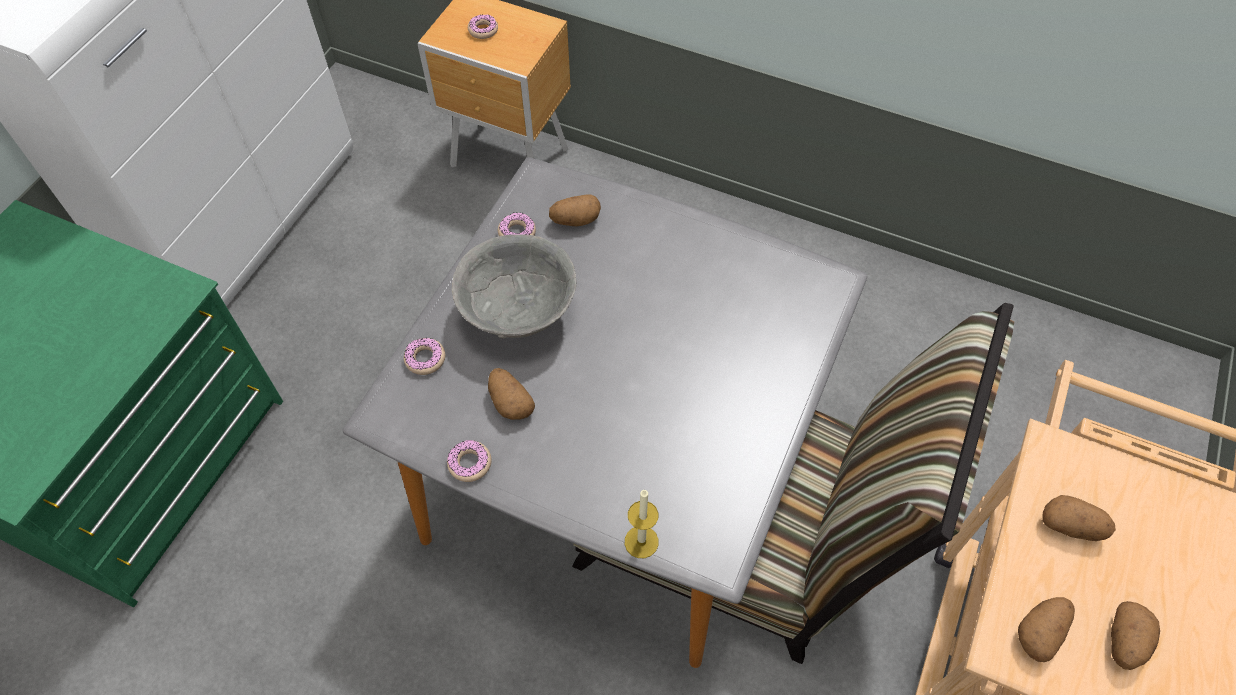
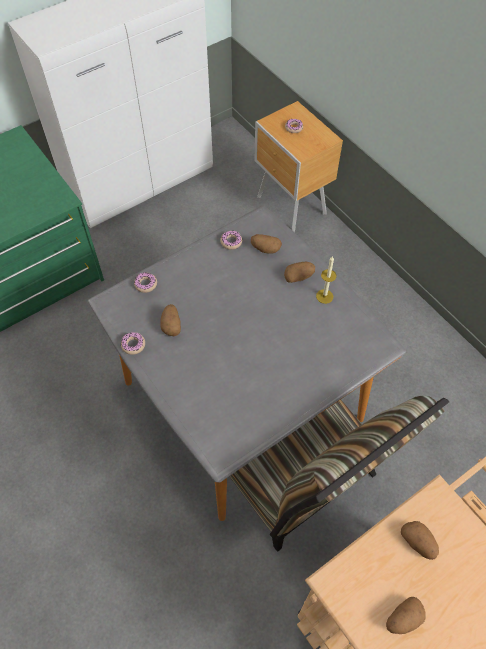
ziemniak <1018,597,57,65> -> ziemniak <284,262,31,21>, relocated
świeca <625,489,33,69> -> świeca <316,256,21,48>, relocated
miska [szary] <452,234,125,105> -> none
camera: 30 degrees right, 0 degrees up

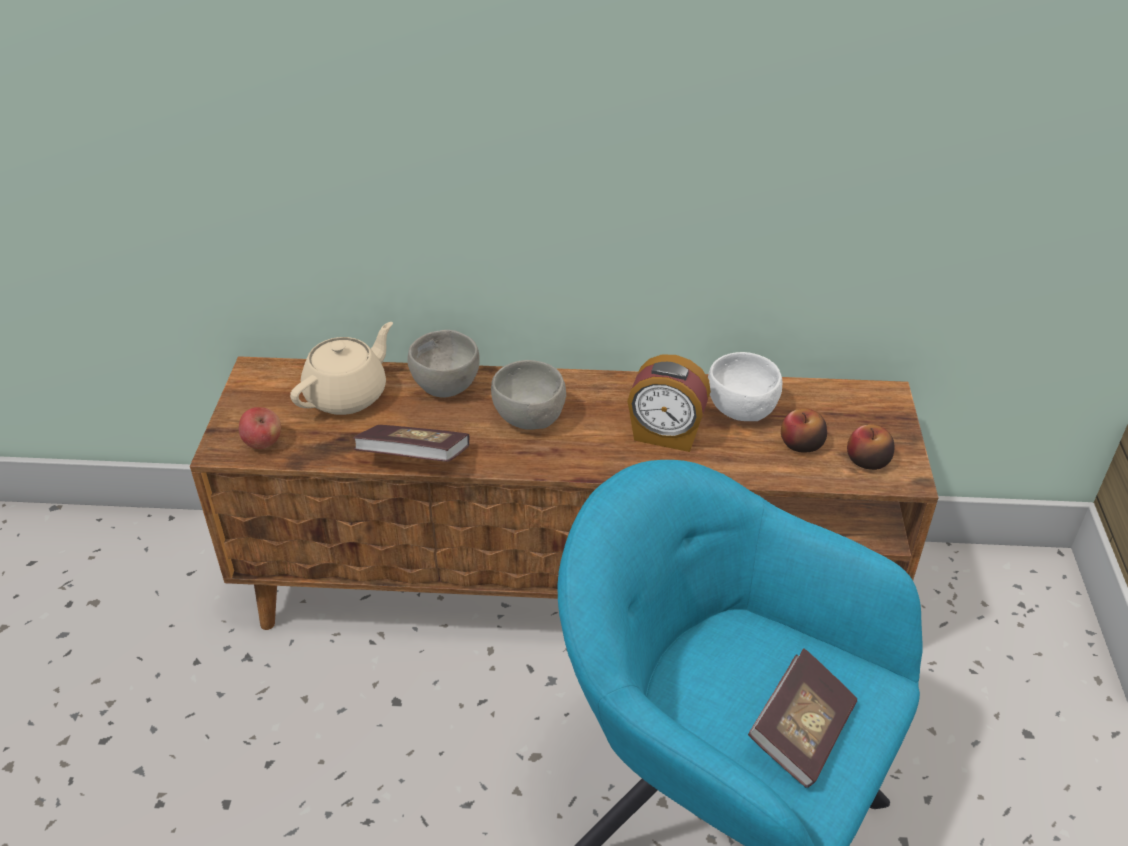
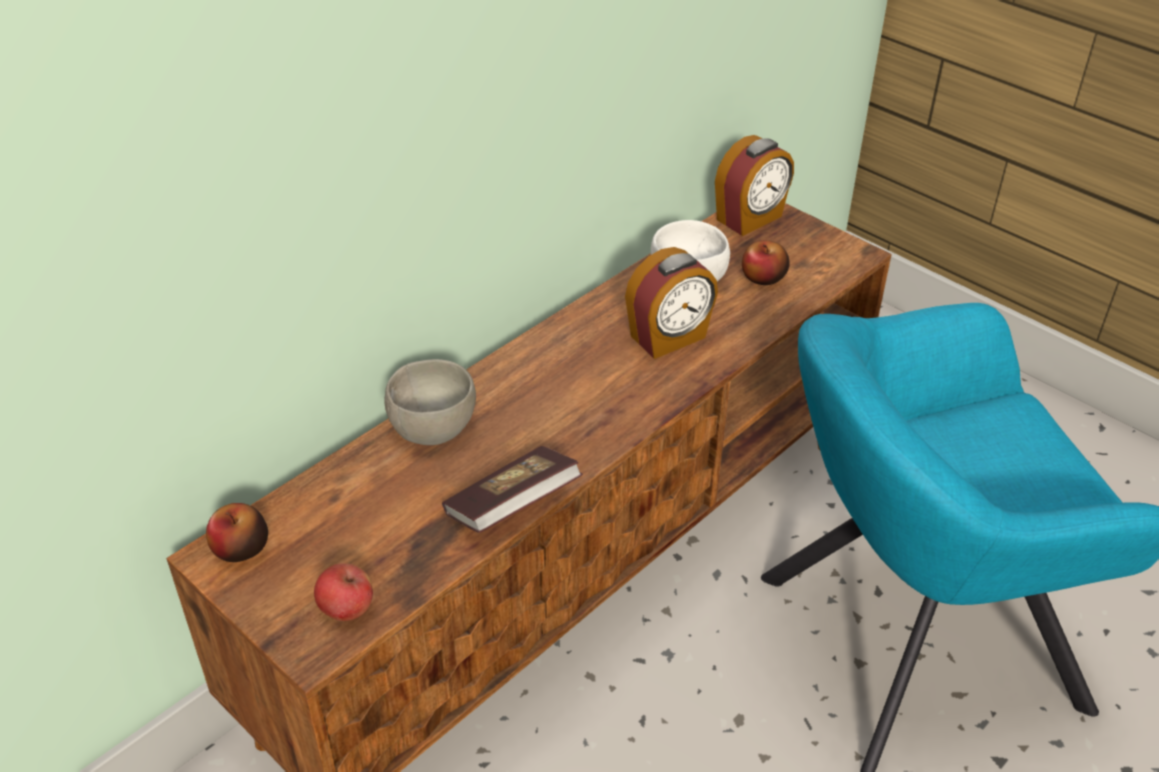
jabłko <847,424,48,46> -> jabłko <206,503,62,59>, relocated
none -> budzik <715,135,79,101>
imbryk [beżowy] <290,322,103,93> -> none
miska [szary] <491,360,75,70> -> none
książka <748,648,109,140> -> none
camera: 50 degrees left, 0 degrees up

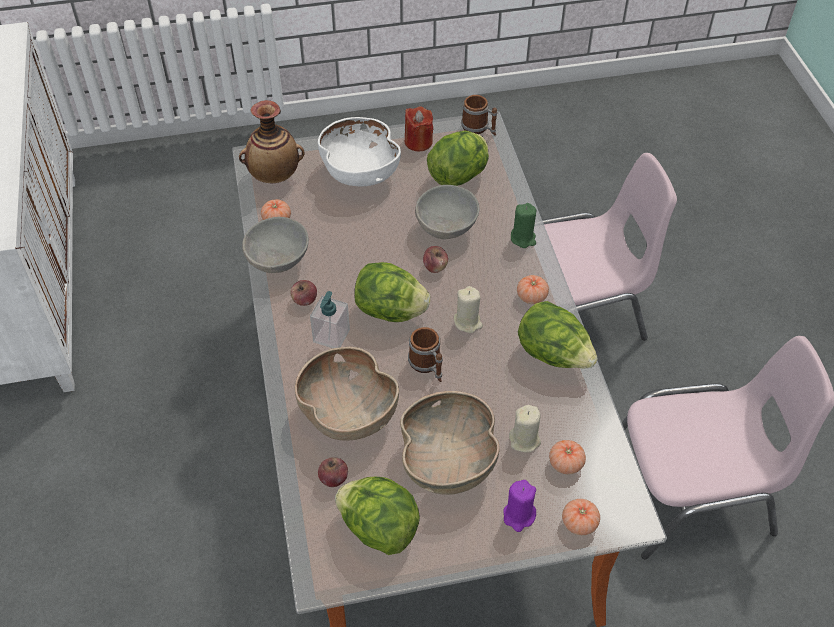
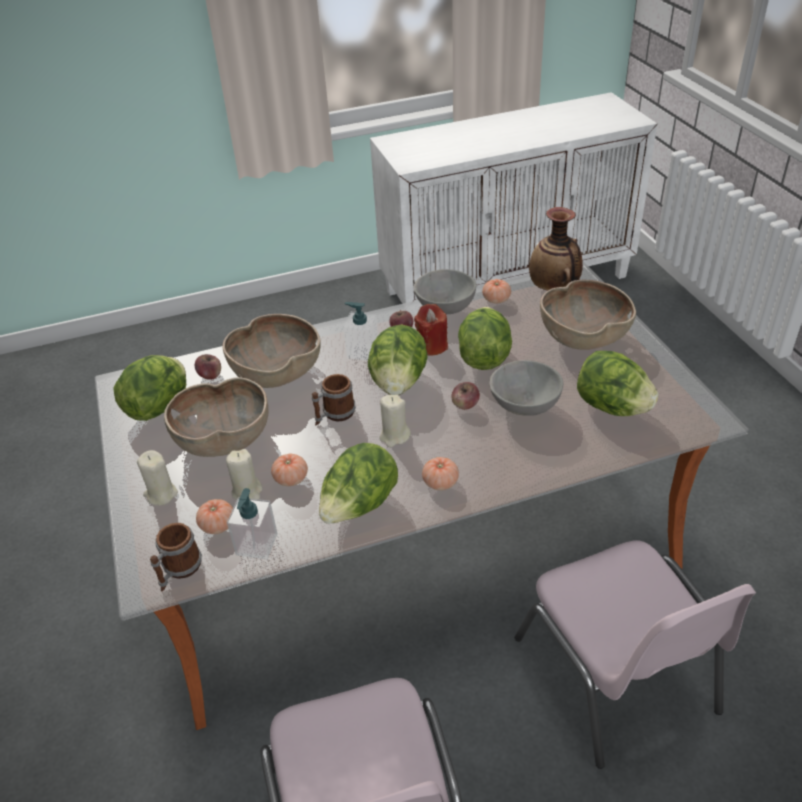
świeca [fioletowy] <503,480,33,52> -> świeca [beżowy] <137,450,41,56>
kubek <461,95,36,41> -> kubek <150,523,52,69>, relocated
none -> dozownik mydła <227,488,50,71>
pomidor <562,499,38,36> -> pomidor <271,454,37,32>, relocated
świeca [czerwony] <404,106,29,45> -> świeca [czerwony] <414,304,34,52>, relocated
none -> sałata <458,307,54,63>
miska [biały] <318,117,83,69> -> miska [brązowy] <540,280,96,70>
świeca [zielony] <511,203,25,45> -> none
camera: 85 degrees right, 10 degrees down

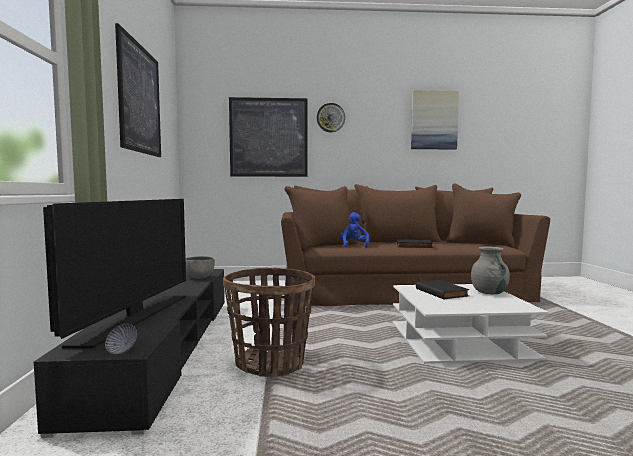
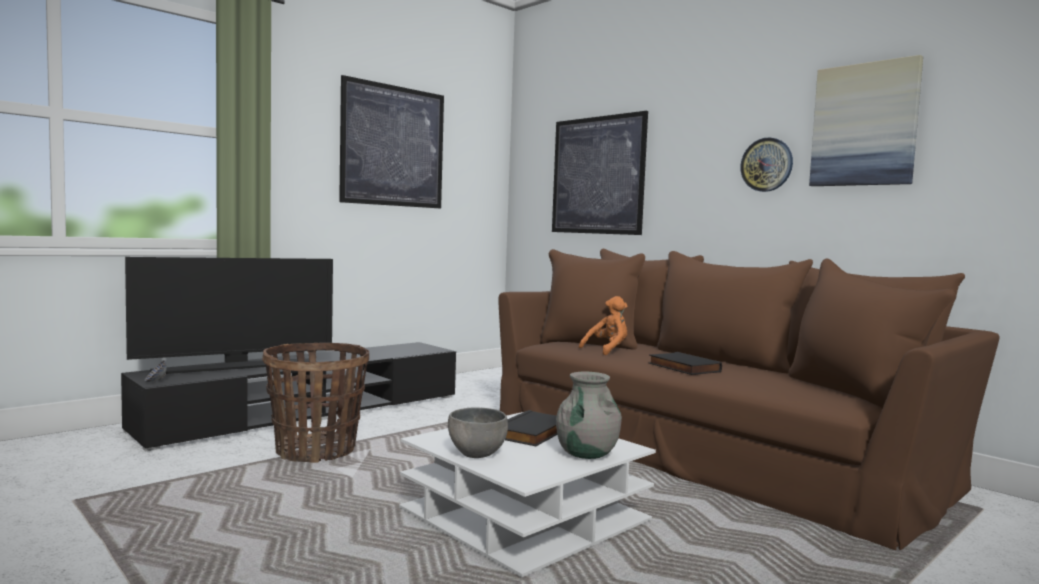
miska [szary] <186,256,29,23> -> miska [szary] <448,407,60,51>, relocated
pluszak [niebieski] <339,212,31,36> -> pluszak [pomarańczowy] <579,296,48,59>
zegar ścienny <317,103,28,29> -> zegar ścienny <740,137,53,55>, relocated
camera: 50 degrees right, 0 degrees up

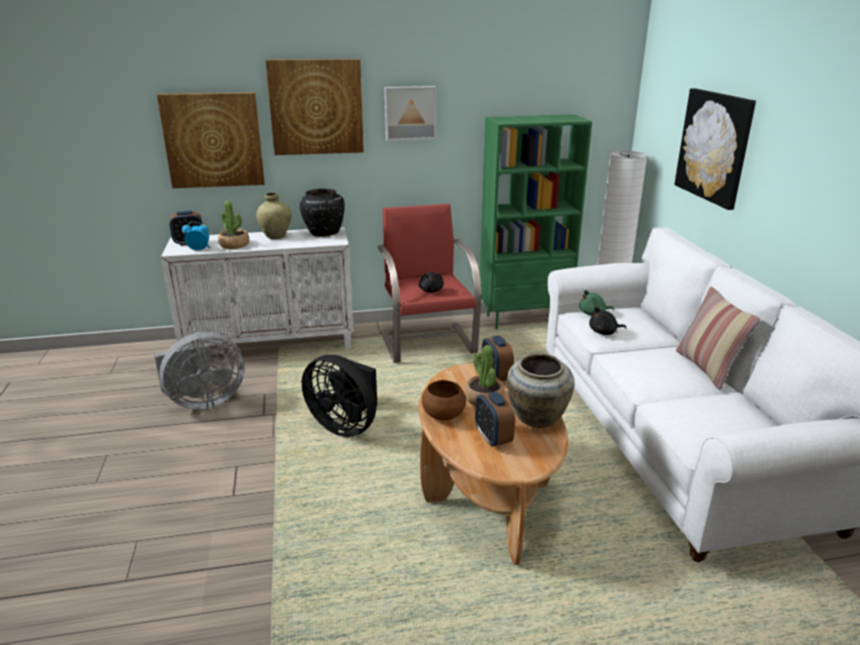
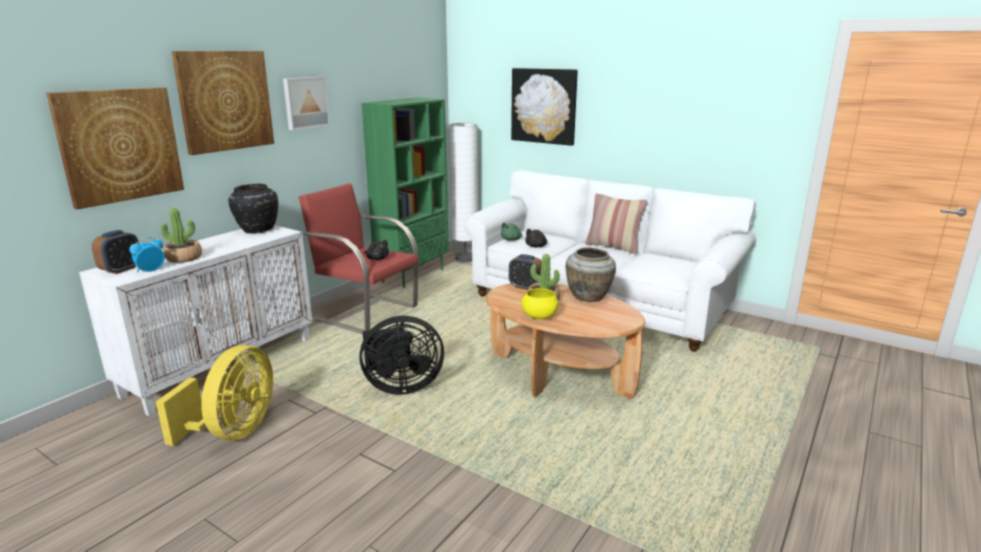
wentylator [szary] <154,332,91,78> -> wentylator [żółty] <156,345,117,101>
miska [brązowy] <422,380,44,40> -> miska [żółty] <521,288,37,31>
wazon [beżowy] <256,193,36,46> -> none
budzik <475,391,40,56> -> none
camera: 45 degrees left, 5 degrees down

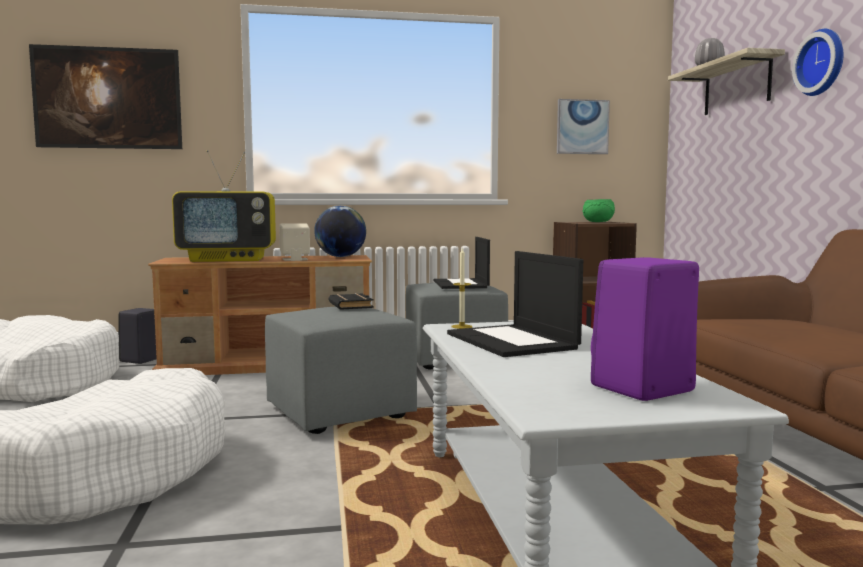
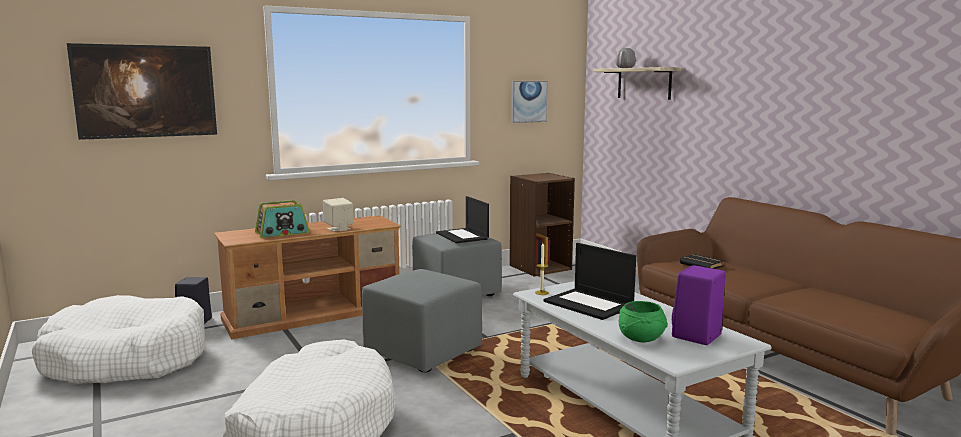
telewizor <172,150,104,112> -> radio <255,200,55,38>
miska [zielony] <583,199,32,23> -> miska [zielony] <619,301,49,41>, relocated
książka [czarny] <329,293,45,17> -> książka [czarny] <680,254,44,15>, relocated
globus <314,206,52,51> -> none
zegar ścienny <792,29,52,67> -> none
camera: 20 degrees left, 5 degrees up

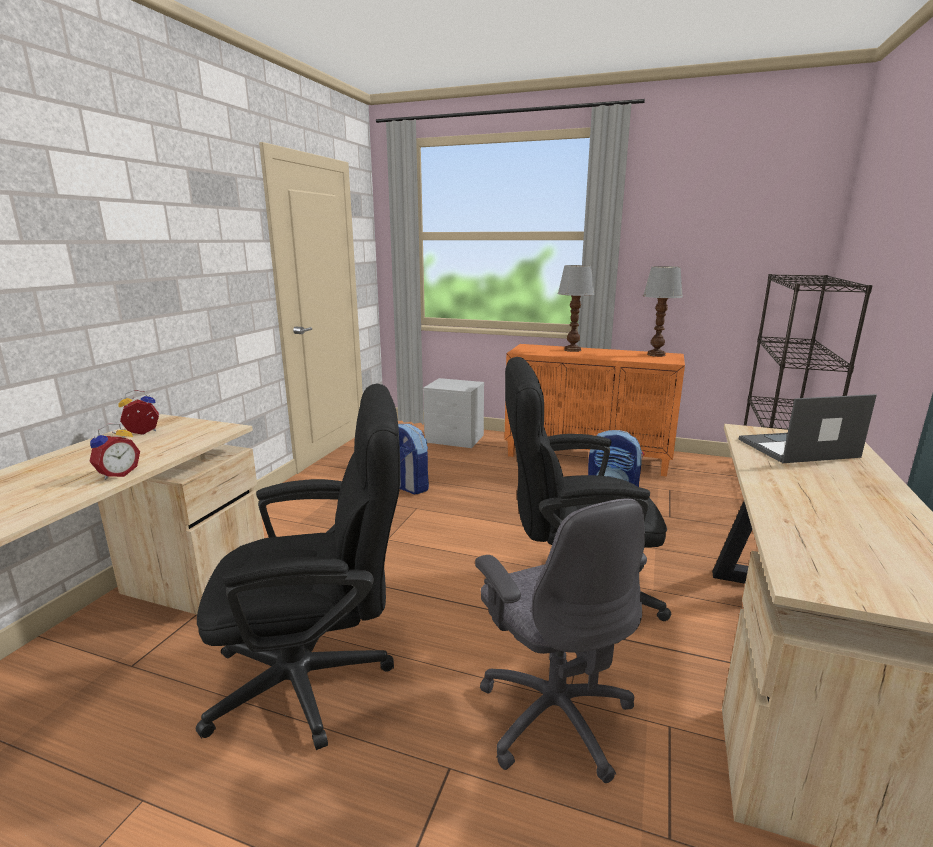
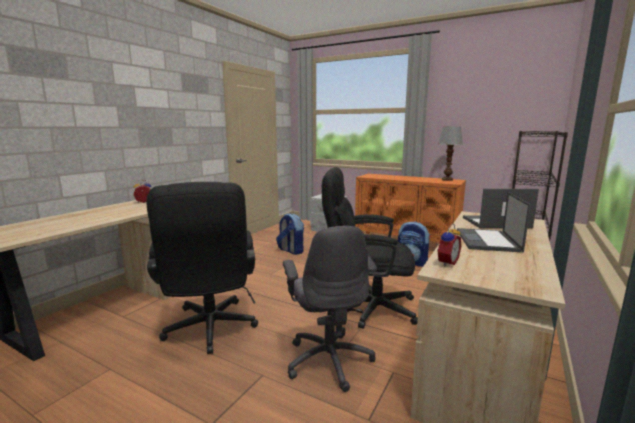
krzesło biurowe [czarny] <196,384,204,366> -> krzesło biurowe [czarny] <146,182,112,172>, 75 degrees clockwise
budzik <89,424,51,56> -> budzik <437,224,24,43>, relocated
none -> laptop <457,192,74,60>
lampa stołowa <558,265,37,87> -> none
camera: 10 degrees right, 5 degrees down

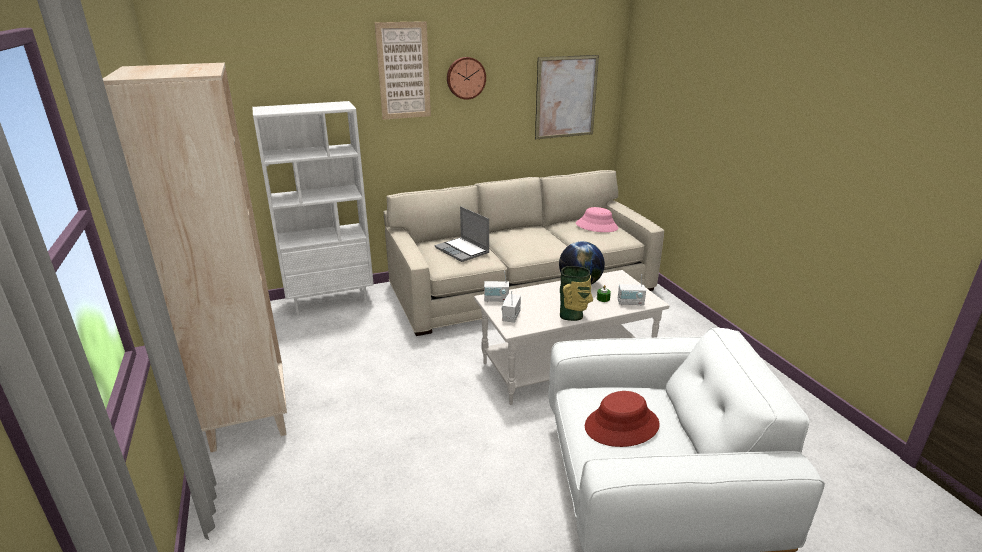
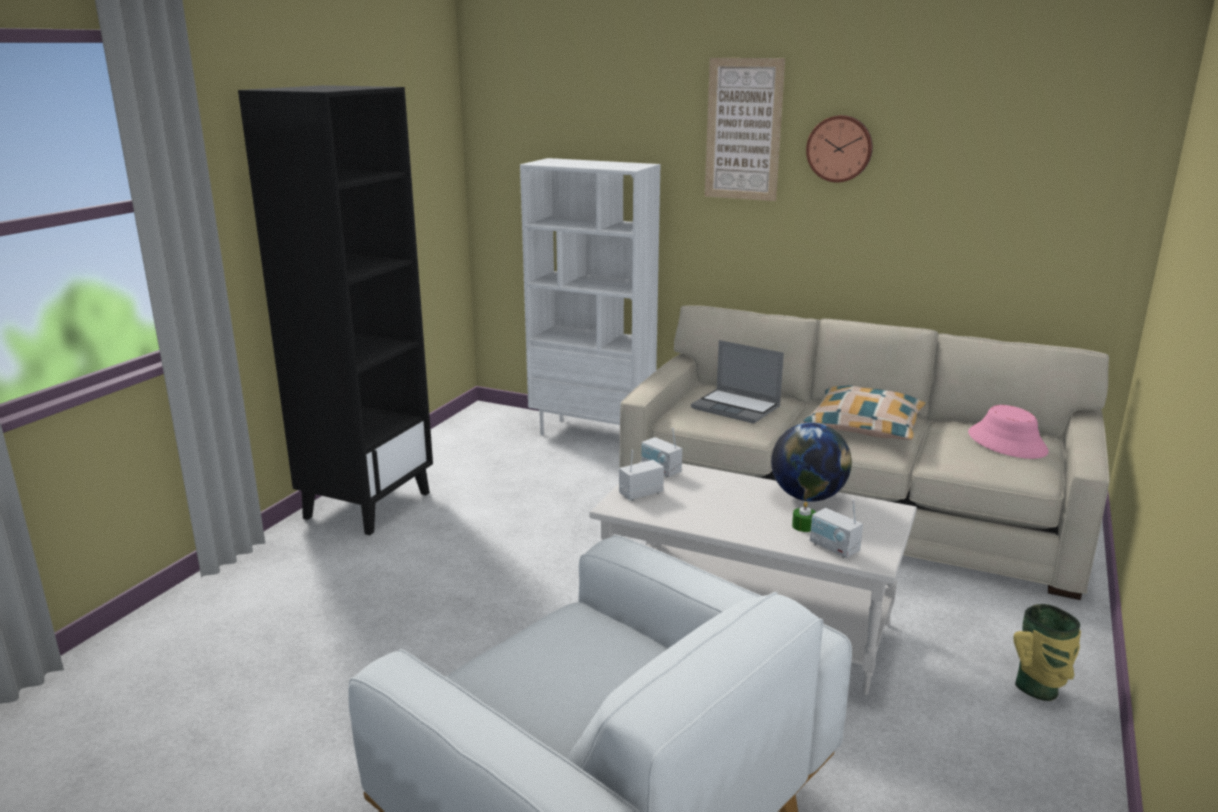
regał [beżowy] <103,63,184,389> -> regał [czarny] <238,85,195,450>
laptop <435,206,55,56> -> laptop <691,340,93,84>, 60 degrees counterclockwise
none -> poduszka <803,386,123,54>
wazon <560,266,33,55> -> wazon <1013,604,68,97>, relocated
obraz <535,55,64,84> -> none
kapelusz [czerwony] <585,391,75,56> -> none
camera: 45 degrees right, 5 degrees down

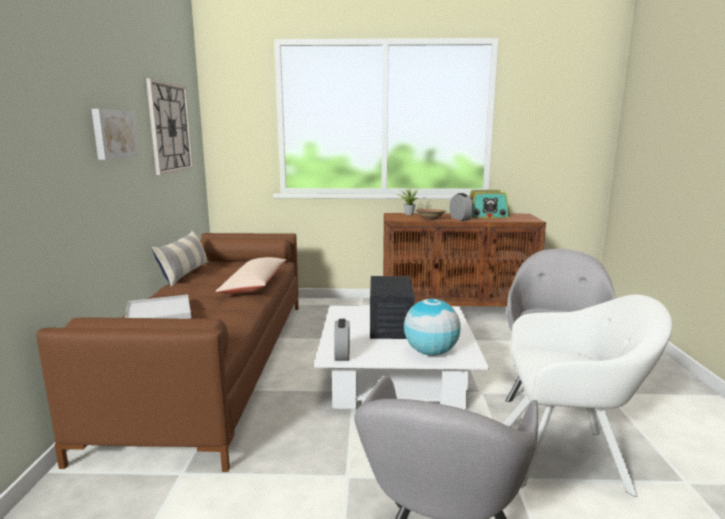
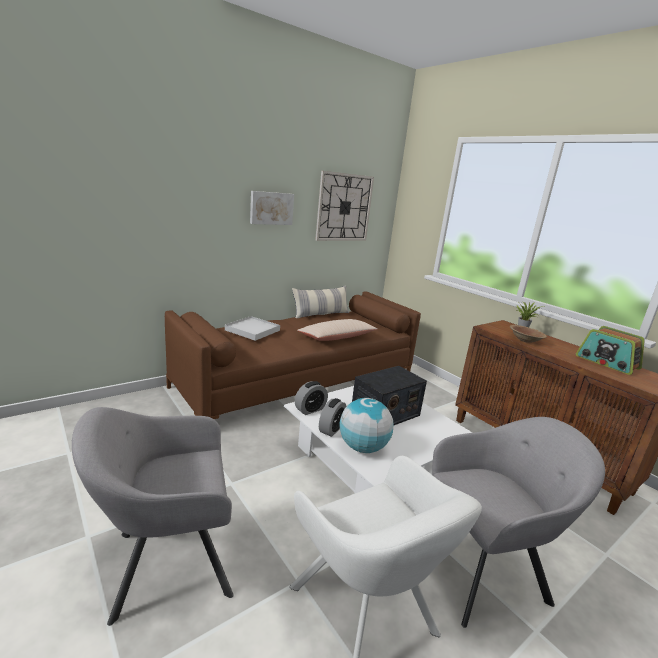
budzik <450,193,23,28> -> budzik <319,398,28,39>, relocated
camera: 50 degrees right, 5 degrees up

